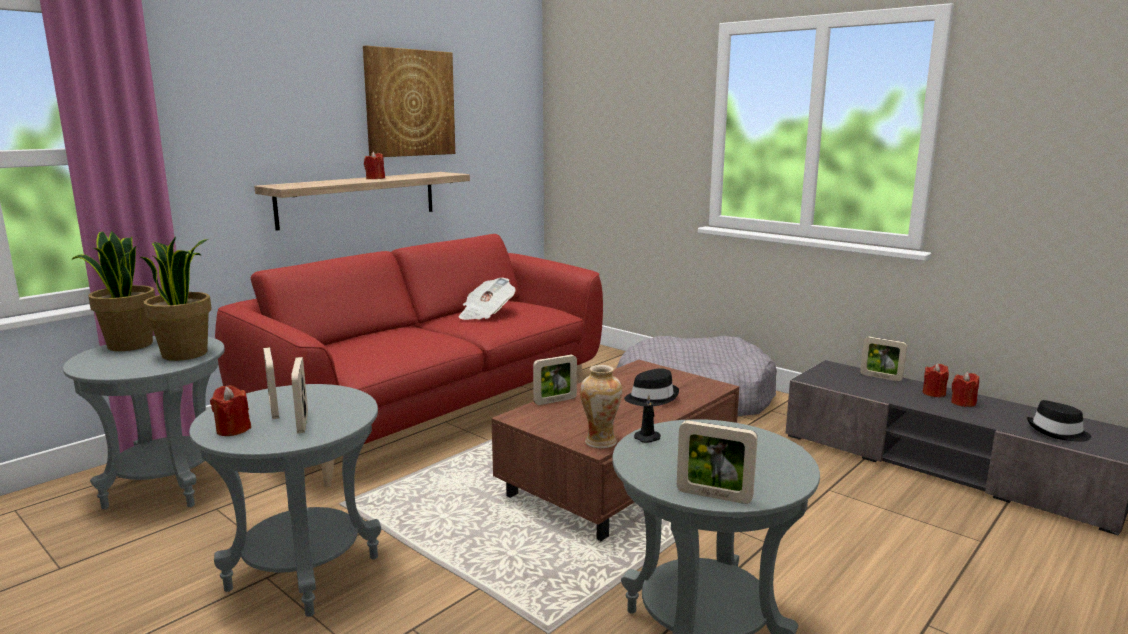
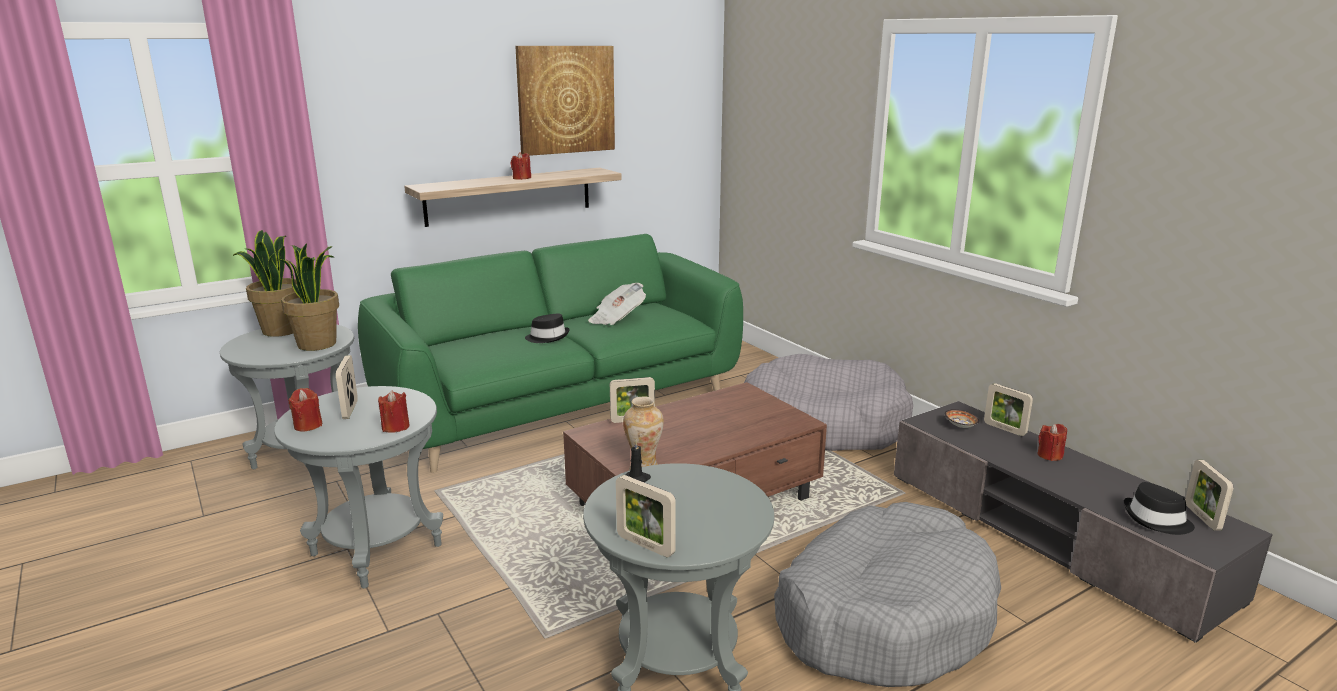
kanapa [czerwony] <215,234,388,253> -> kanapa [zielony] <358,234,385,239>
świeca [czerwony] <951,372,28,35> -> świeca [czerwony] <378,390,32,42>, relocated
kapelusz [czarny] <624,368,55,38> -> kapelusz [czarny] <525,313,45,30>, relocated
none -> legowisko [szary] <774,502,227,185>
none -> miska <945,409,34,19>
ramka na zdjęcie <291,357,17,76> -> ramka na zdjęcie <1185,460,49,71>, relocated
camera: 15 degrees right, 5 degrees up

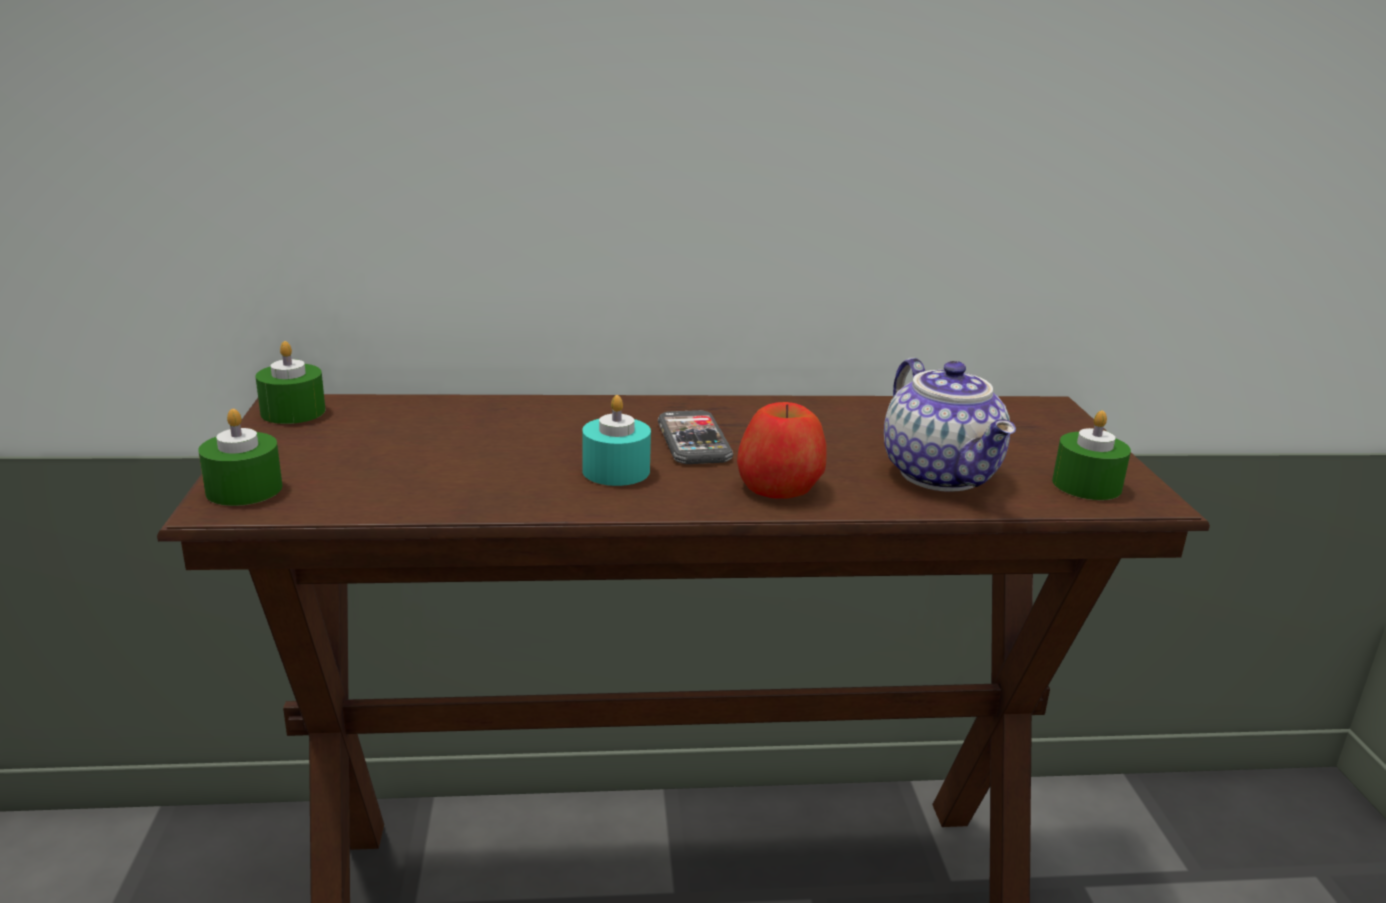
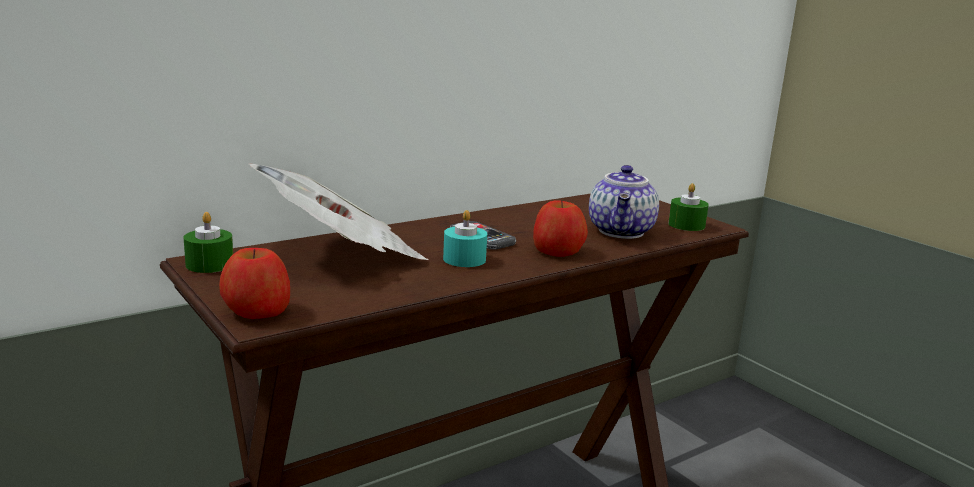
świeca [zielony] <198,409,85,97> -> jabłko <219,248,71,71>
none -> gazeta <249,164,179,96>
imbryk <884,358,132,134> -> imbryk <589,165,70,74>, 60 degrees clockwise
camera: 30 degrees left, 5 degrees down

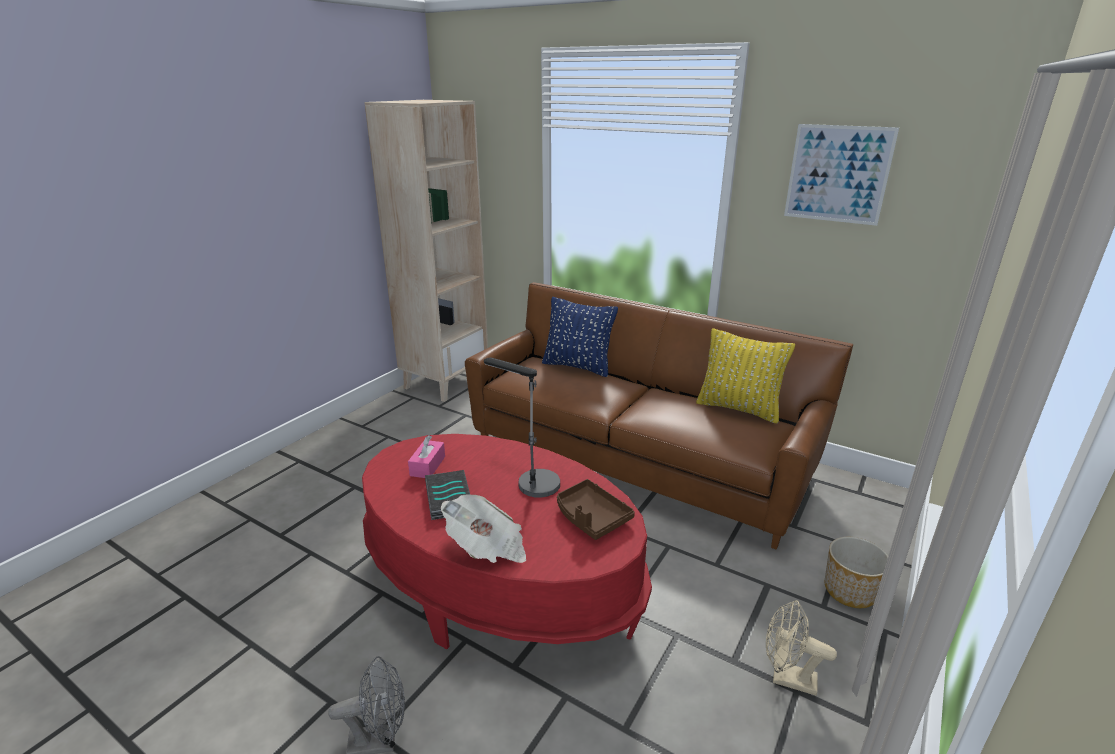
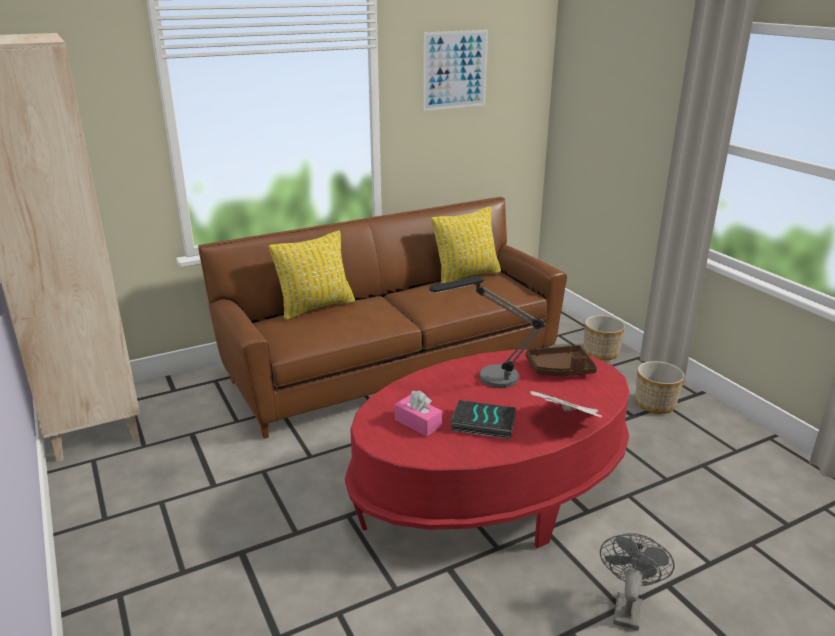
poduszka [niebieski] <542,297,76,80> -> poduszka [żółty] <269,231,86,89>
wentylator [beżowy] <766,600,71,96> -> donica <635,361,49,53>
camera: 60 degrees left, 0 degrees up

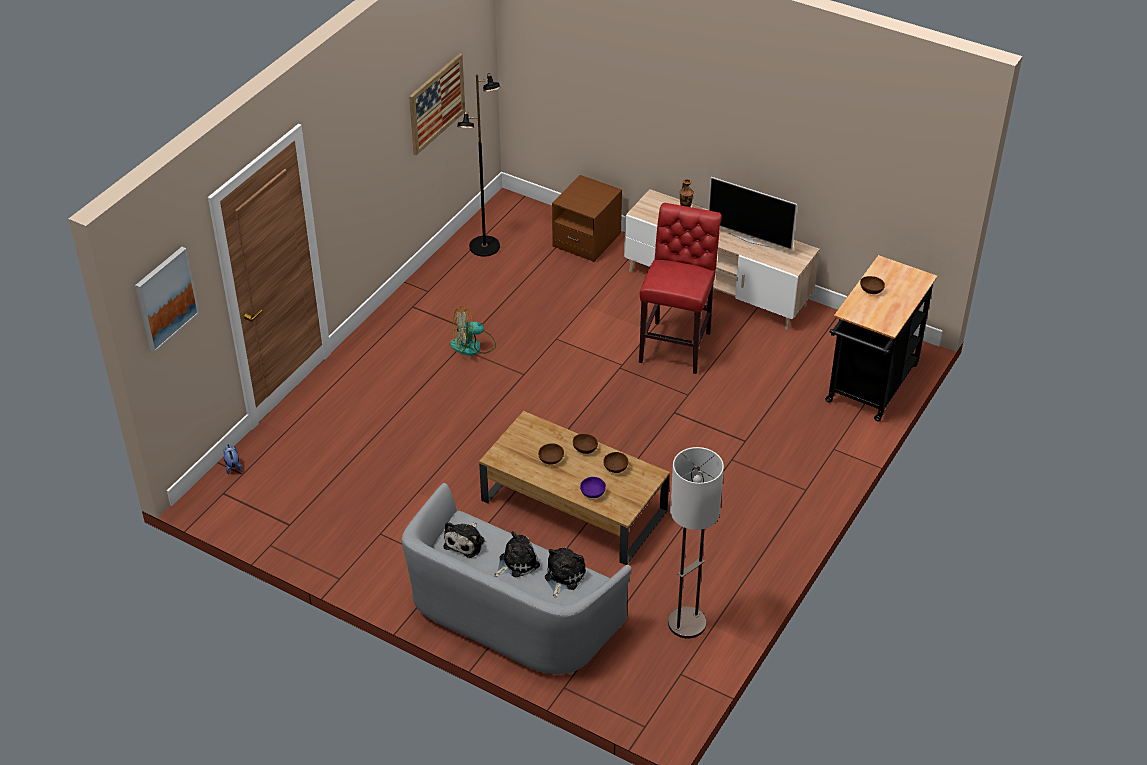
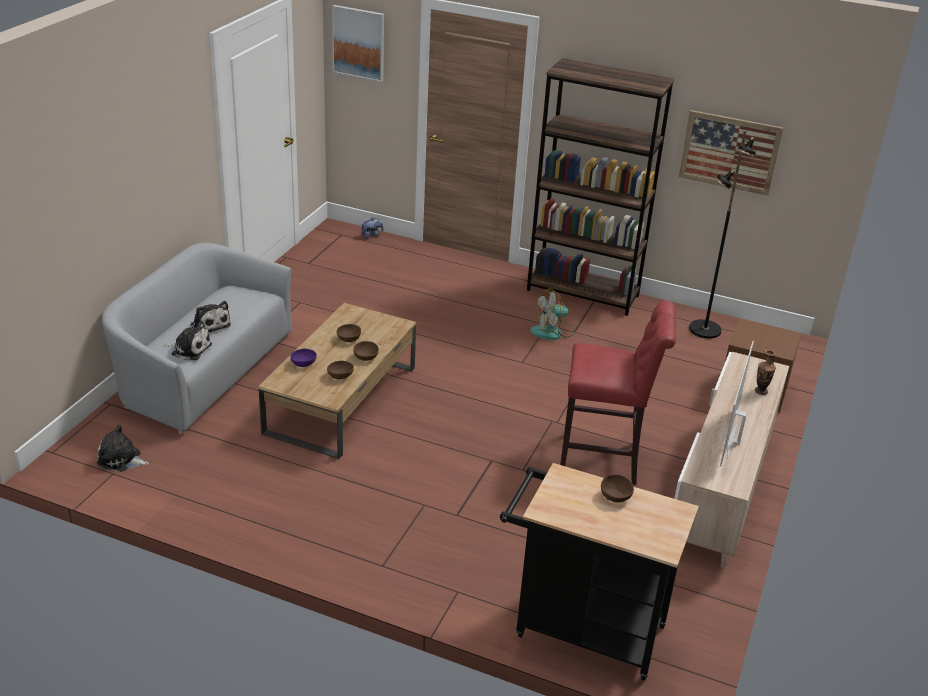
pluszak <444,522,41,36> -> pluszak <97,425,52,47>, relocated
none -> regał [brązowy] <527,58,147,258>
wentylator <450,306,46,50> -> wentylator <530,289,46,51>, 90 degrees counterclockwise
lampa stojąca <668,447,56,192> -> none
camera: 80 degrees right, 10 degrees down

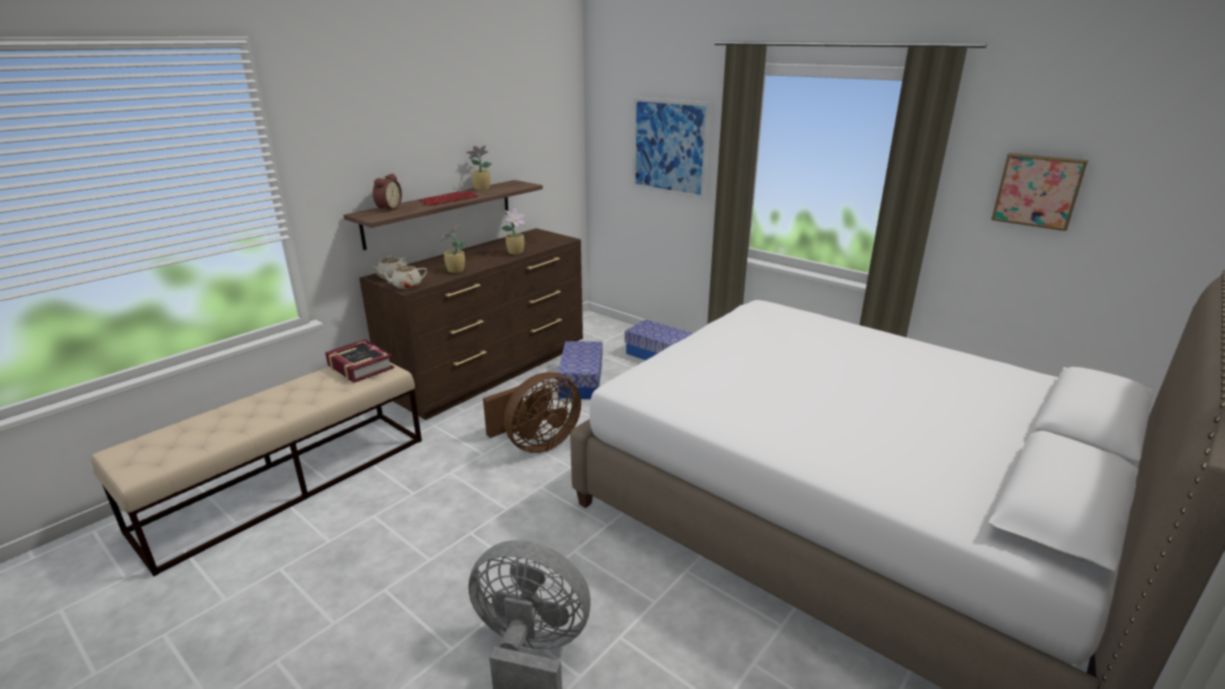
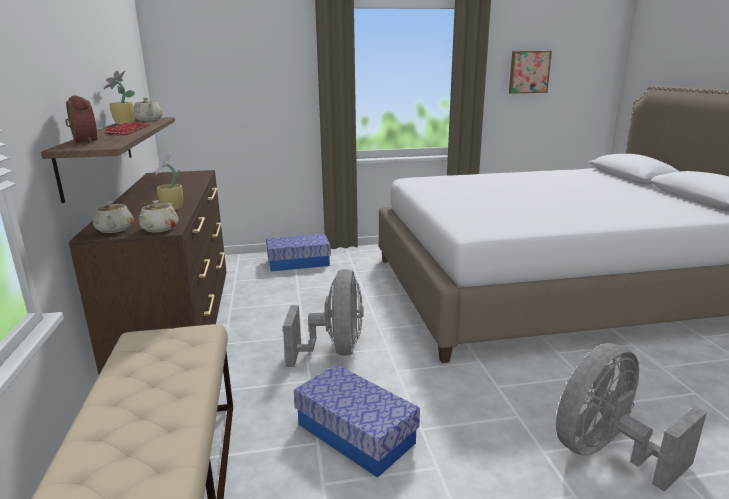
none -> imbryk [beżowy] <134,98,28,23>
wentylator [brązowy] <483,372,98,81> -> wentylator [szary] <283,269,80,98>
pojemnik do przechowywania <557,341,46,58> -> pojemnik do przechowywania <294,364,126,114>, relocated
książka <325,340,69,43> -> none
roślina doniczkowa <502,208,23,47> -> none
obraz <633,97,77,102> -> none
camera: 50 degrees left, 5 degrees down

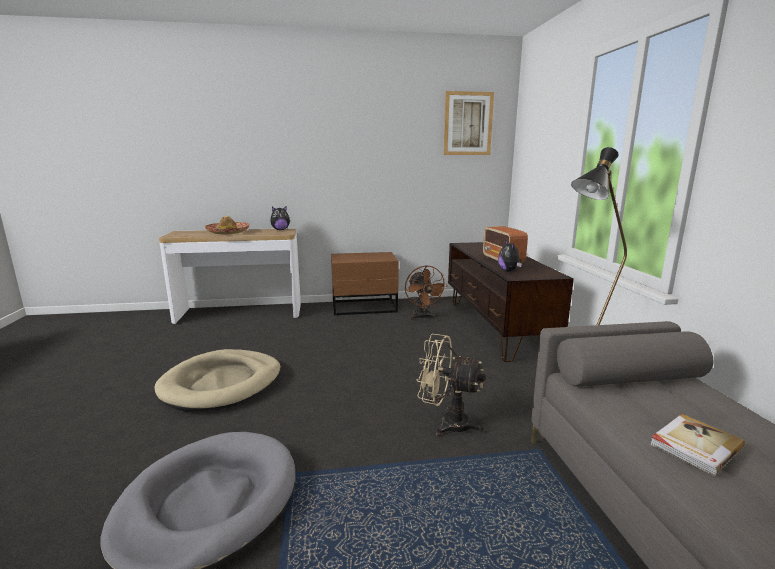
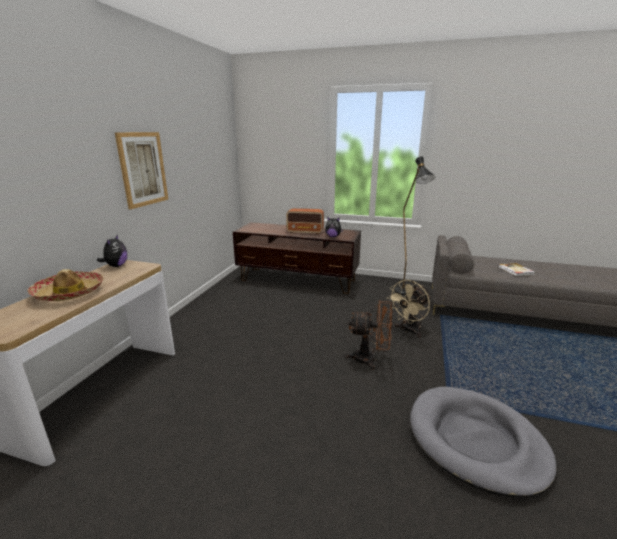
obraz <443,91,51,64> -> obraz <115,132,53,78>, relocated
wentylator [brązowy] <405,265,43,55> -> wentylator [brązowy] <345,300,48,70>, relocated
legowisko [beżowy] <154,349,127,62> -> none
szafka nocna [brązowy] <331,252,68,63> -> none
camera: 65 degrees left, 5 degrees up

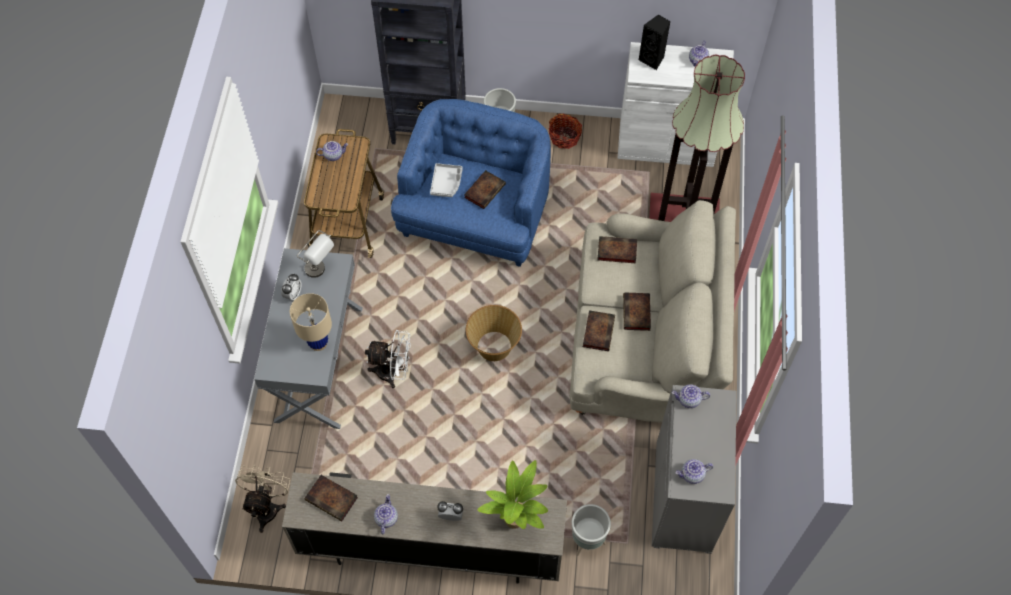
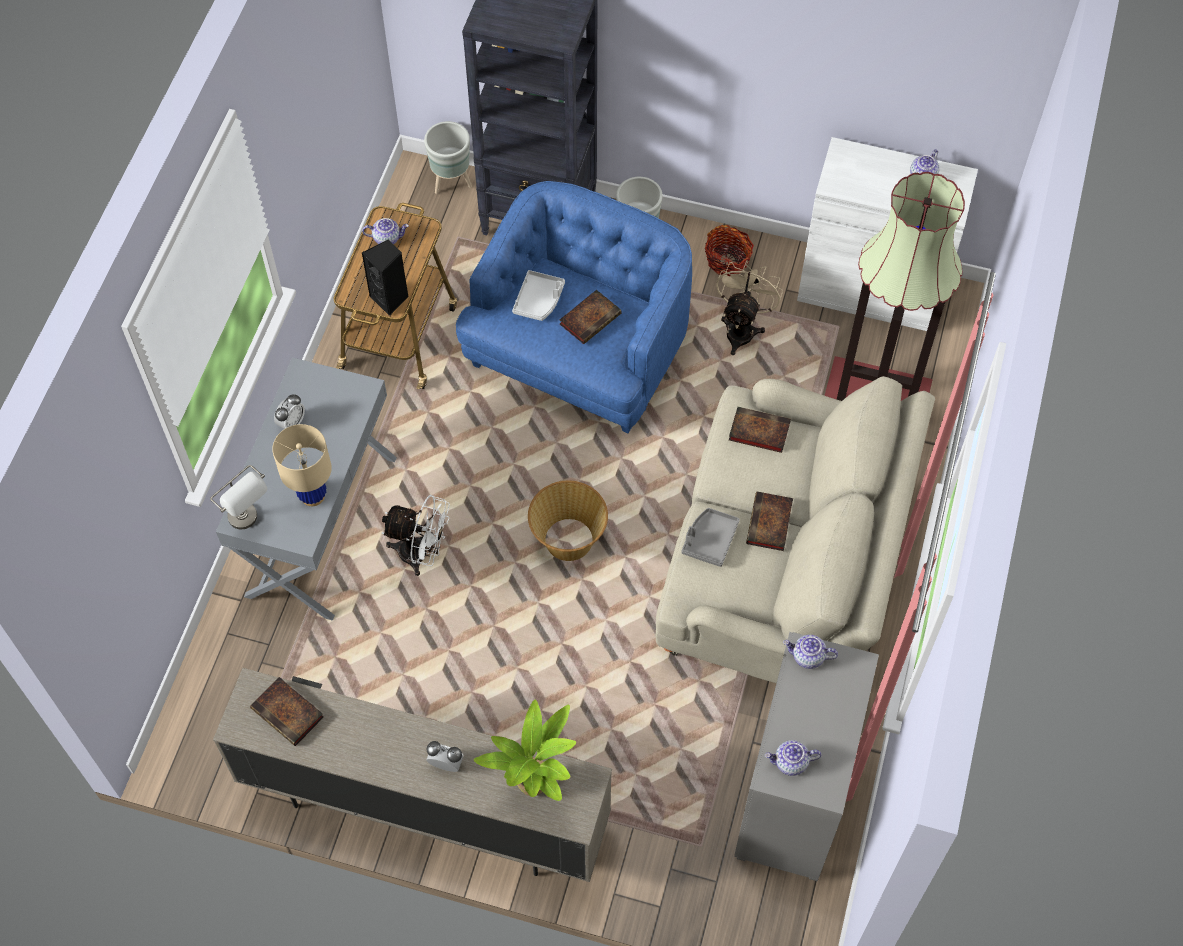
lampa stołowa [szary] <297,230,37,48> -> lampa stołowa [szary] <210,465,57,64>, relocated
głośnik [czarny] <639,14,31,56> -> głośnik [czarny] <362,239,47,77>, relocated
donica [szary] <572,504,39,52> -> donica [szary] <424,121,48,73>, relocated
książka <583,310,32,41> -> taca [szary] <681,508,59,59>
wentylator [beżowy] <235,464,55,69> -> wentylator [beżowy] <716,260,67,95>, relocated
imbryk <374,494,24,40> -> none
camera: 10 degrees right, 0 degrees up

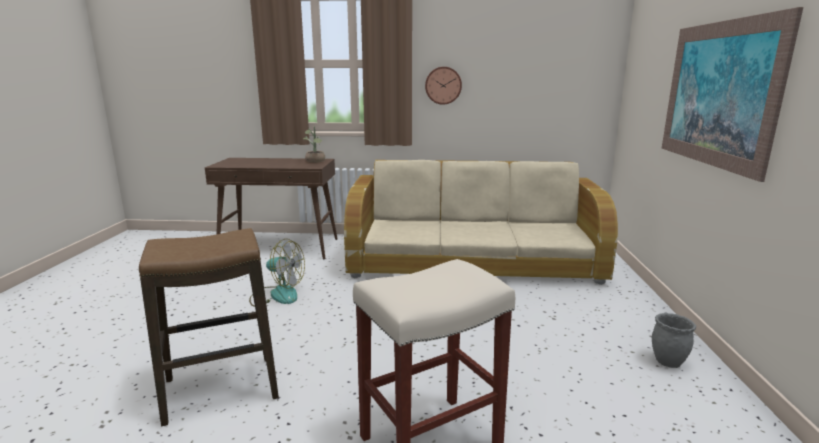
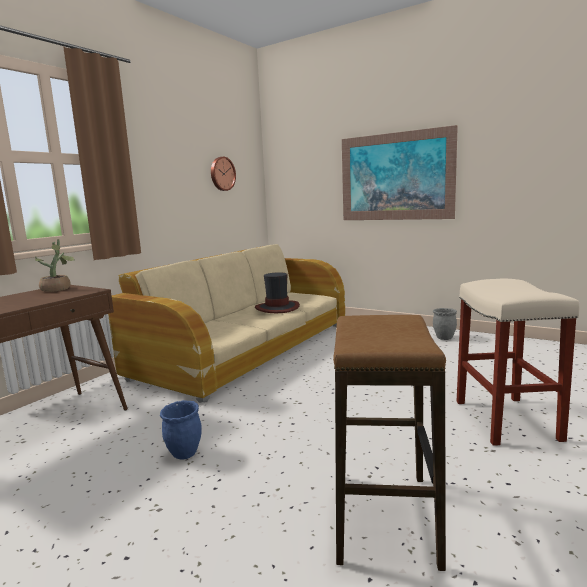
wentylator <249,239,56,68> -> donica [niebieski] <160,400,41,60>
zegar ścienny <425,67,37,38> -> zegar ścienny <211,157,25,34>, relocated
none -> kapelusz <255,272,45,41>
camera: 60 degrees left, 5 degrees down

